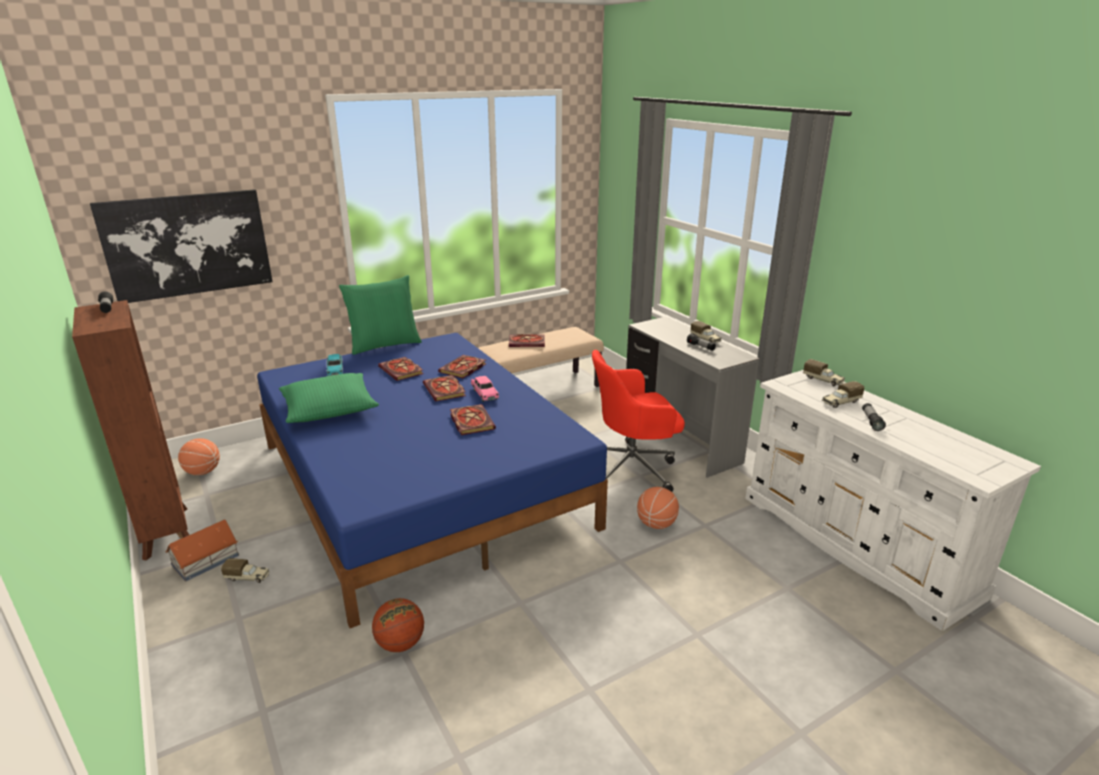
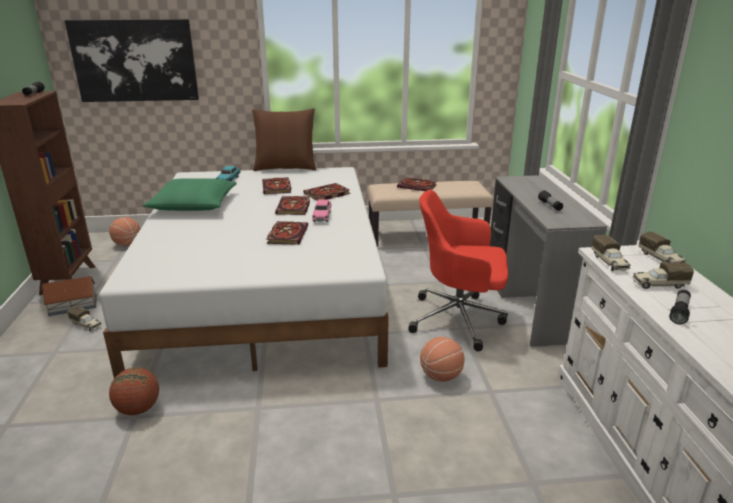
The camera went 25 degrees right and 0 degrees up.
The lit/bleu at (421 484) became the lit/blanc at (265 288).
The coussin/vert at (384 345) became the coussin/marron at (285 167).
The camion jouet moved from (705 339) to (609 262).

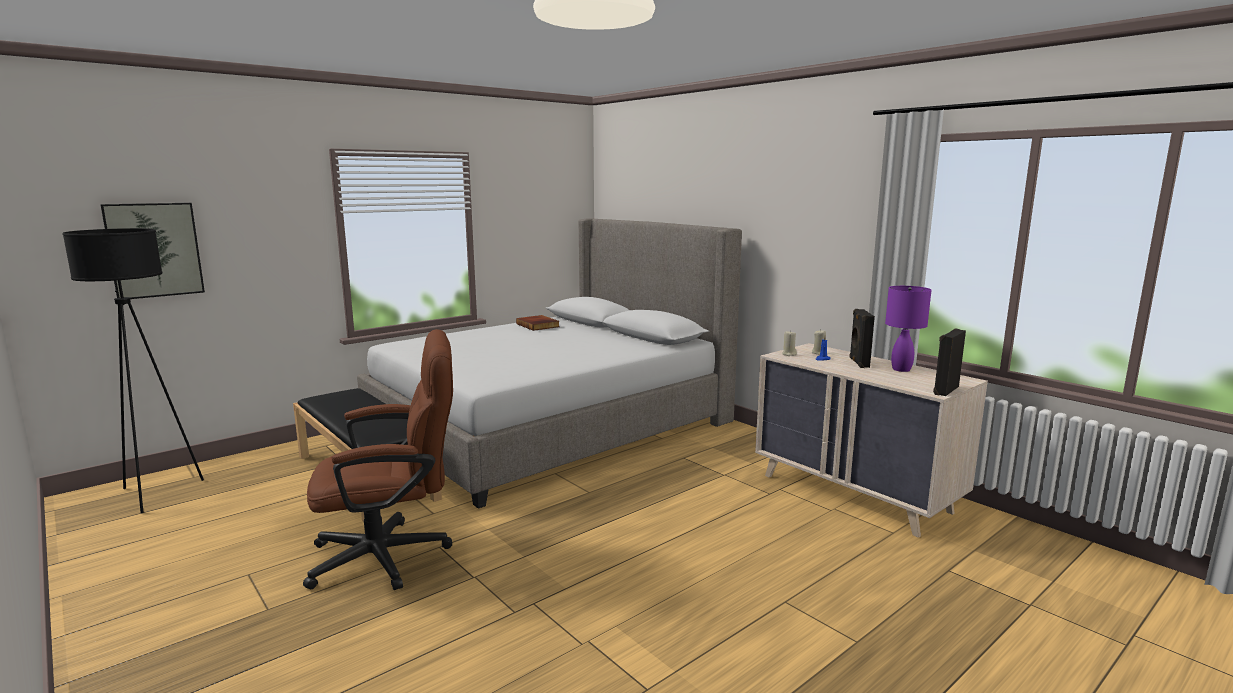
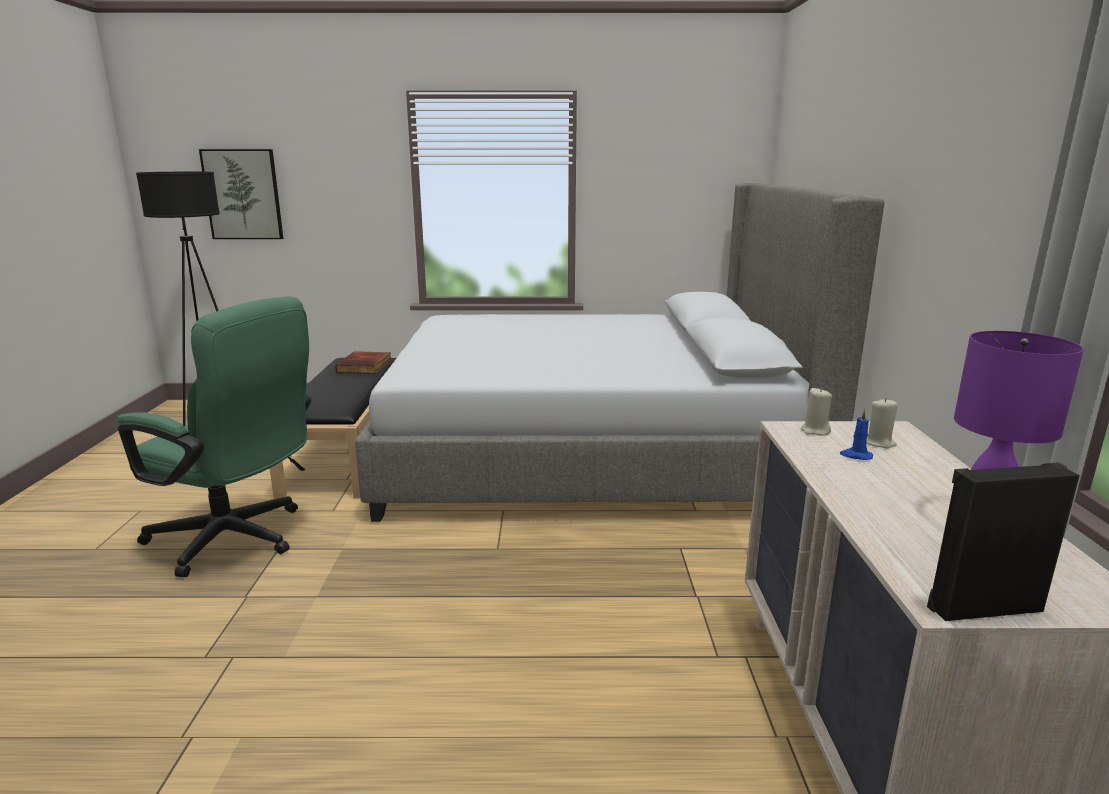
The camera went 40 degrees right and 5 degrees up.
The chaise de bureau/marron at (393 555) became the chaise de bureau/vert at (237 540).
The livre moved from (538 325) to (365 366).
The enceinte/noir at (858 363) disappeared.

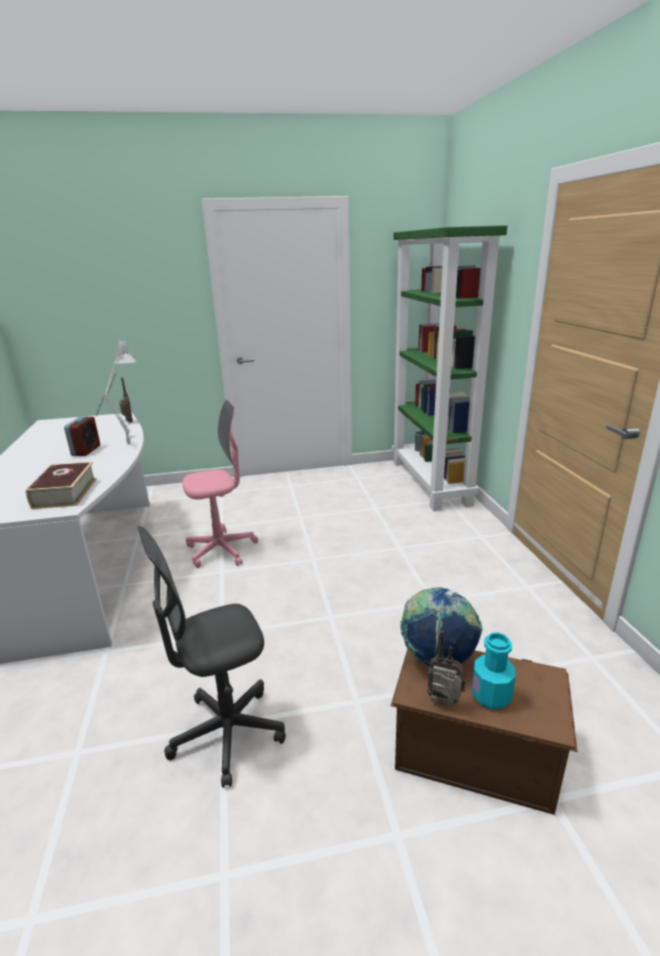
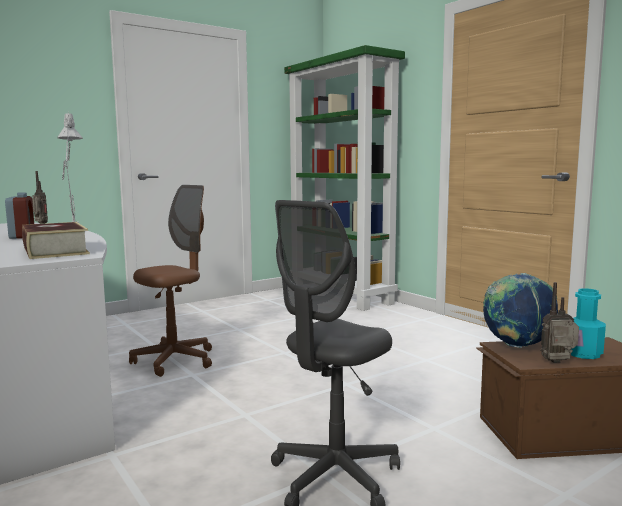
The camera went 25 degrees left and 15 degrees down.
The chaise de bureau/rose at (221 550) became the chaise de bureau/marron at (174 361).

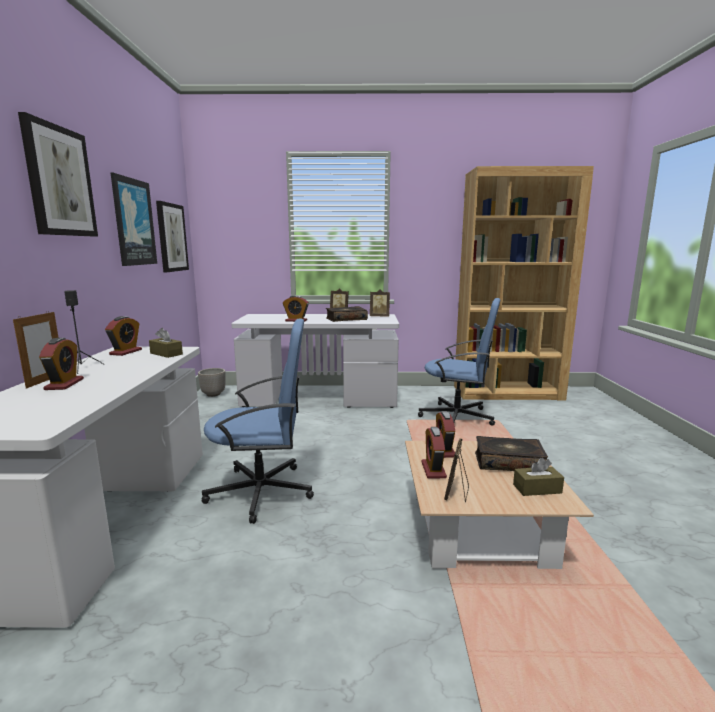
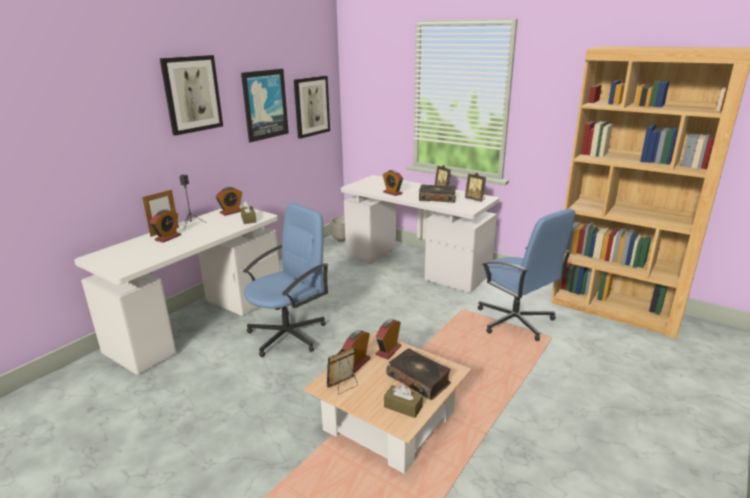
The camera went 35 degrees right and 10 degrees up.
The chaise de bureau/bleu at (262 491) turned 75 degrees counterclockwise.

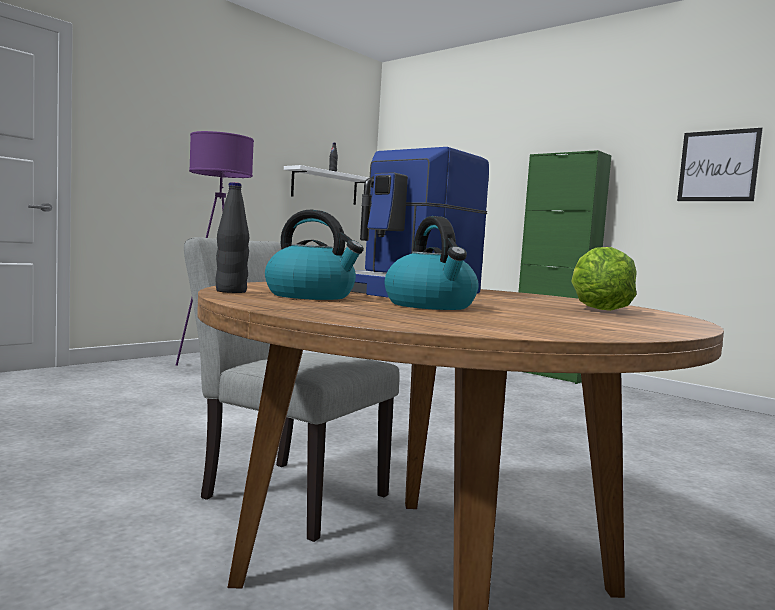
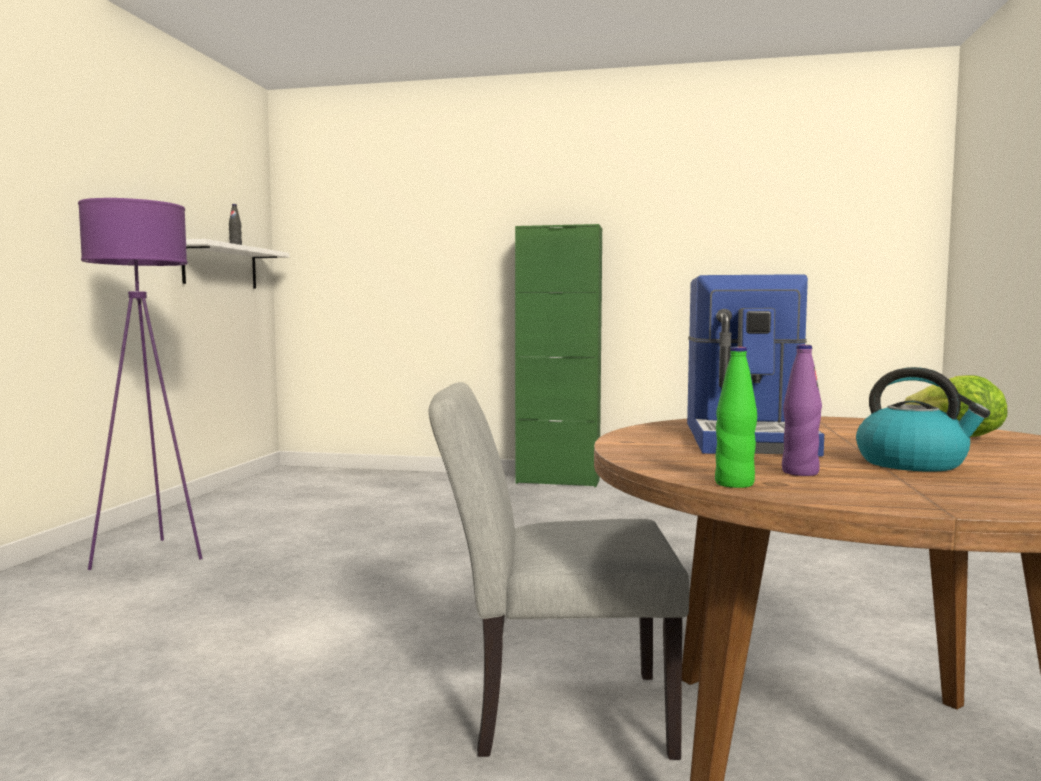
The camera went 30 degrees left and 0 degrees up.
The bouteille/noir at (231 291) became the bouteille/vert at (734 484).
The bouilloire at (311 296) was replaced by the bouteille/violet at (800 472).
The tableau at (718 166) disappeared.

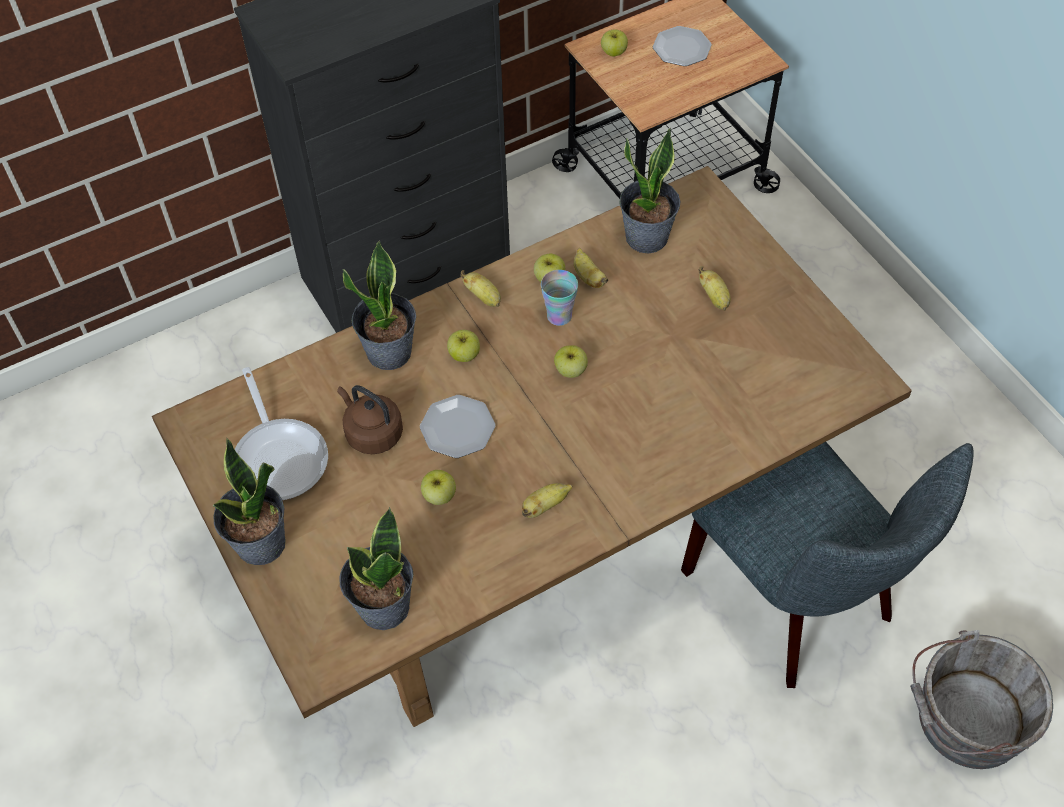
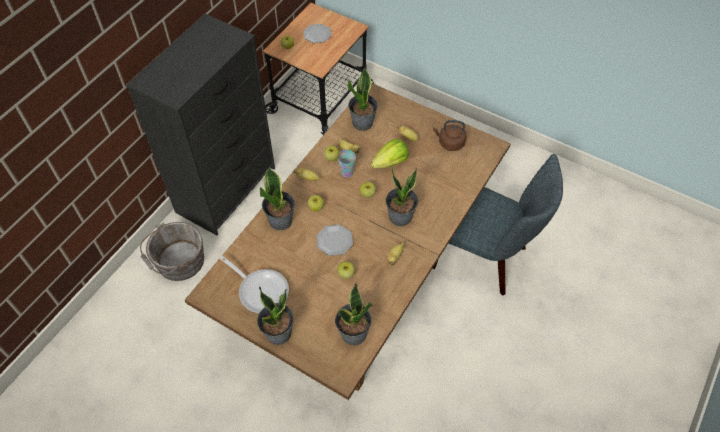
The camera went 30 degrees left and 0 degrees up.
The seau/gris moved from (964 719) to (177 262).
The laitue at (390 163) appeared.
The plante en pot at (400 217) appeared.
The bouilloire/marron moved from (372 433) to (450 143).

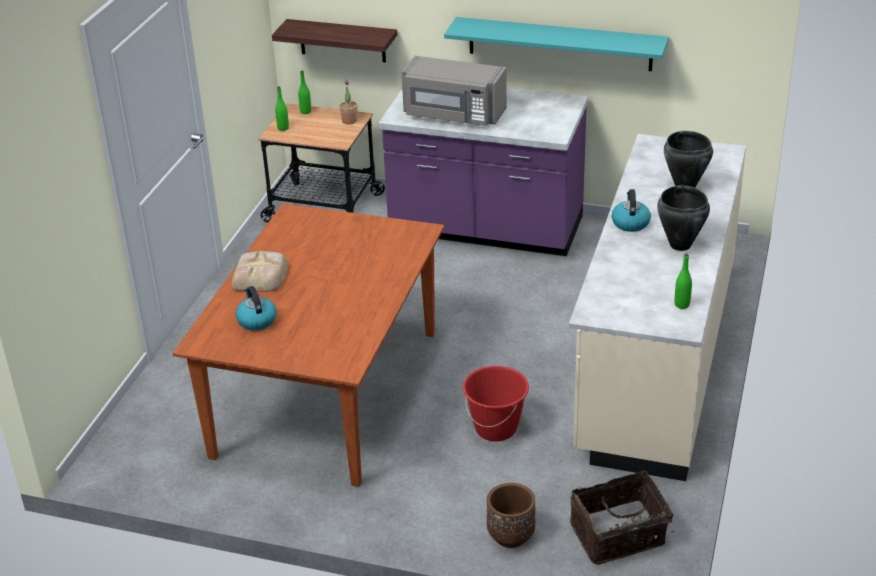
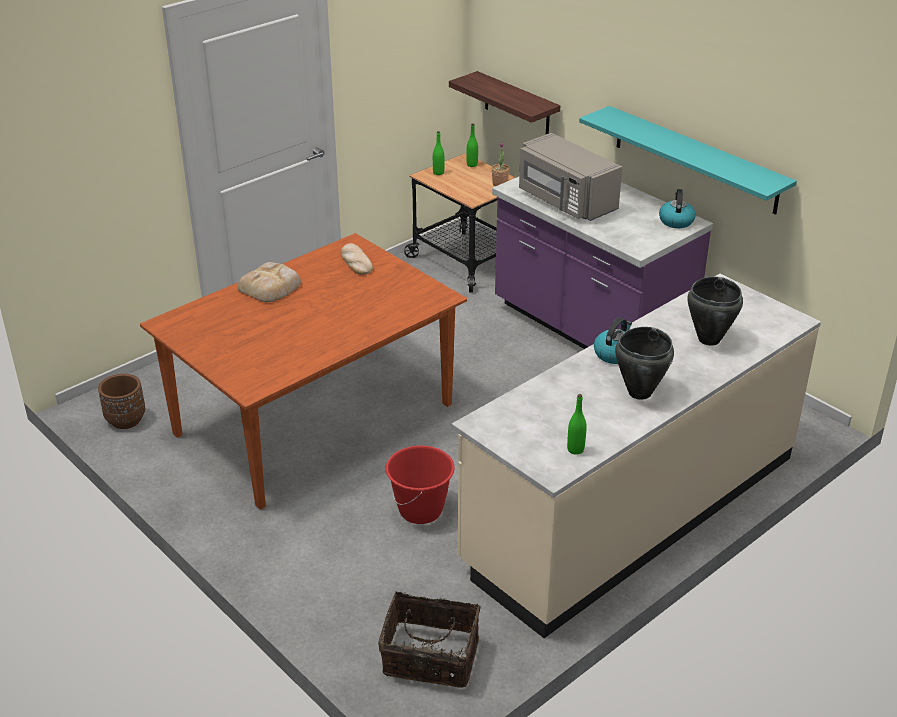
The camera went 30 degrees right and 0 degrees up.
The cache-pot/marron moved from (510 536) to (125 420).
The pain at (355 262) appeared.
The bouilloire moved from (256 320) to (676 221).

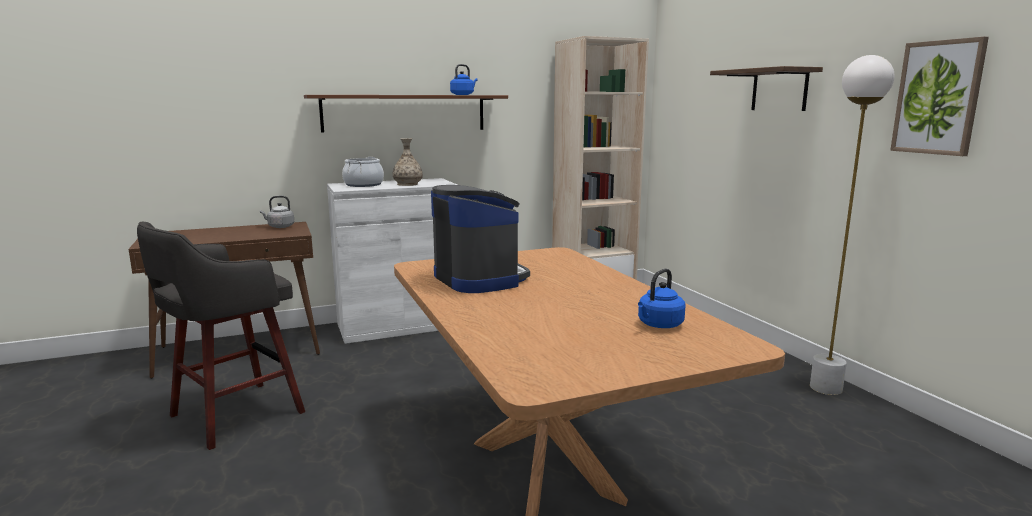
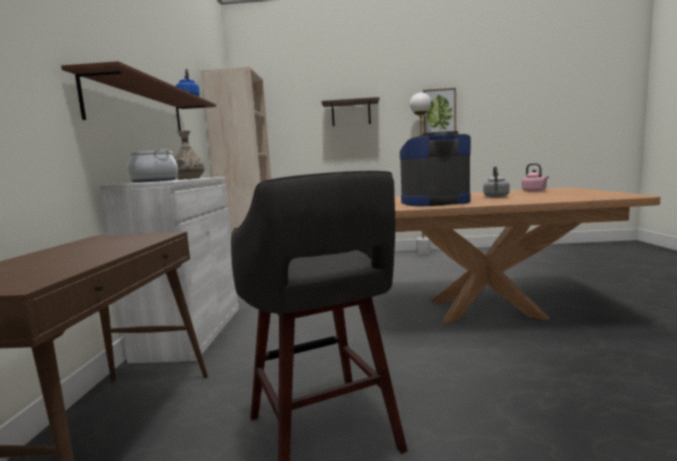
The camera went 65 degrees left and 5 degrees down.
The bouilloire/gris moved from (279 227) to (496 197).
The bouilloire/bleu at (659 325) became the bouilloire/rose at (535 191).

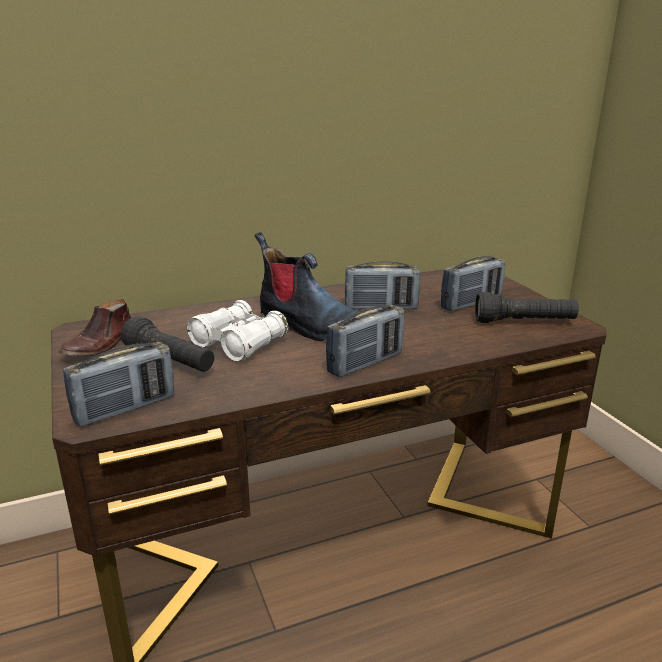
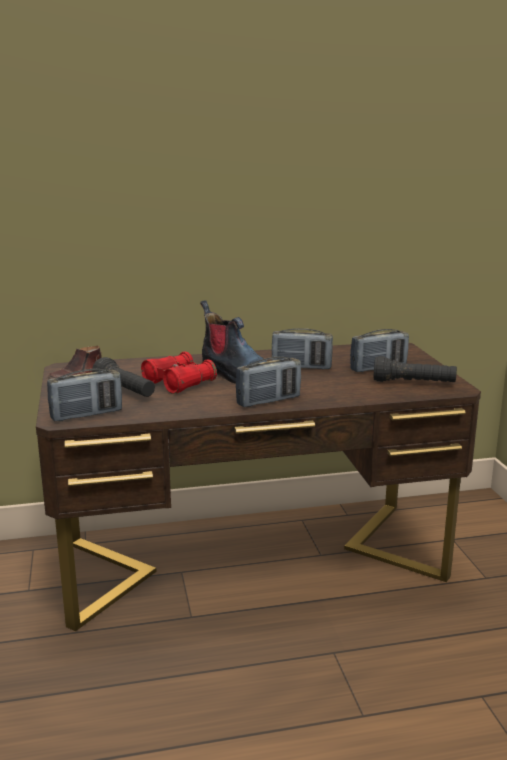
The camera went 10 degrees right and 5 degrees down.
The jumelles/blanc at (238 343) became the jumelles/rouge at (179 383).

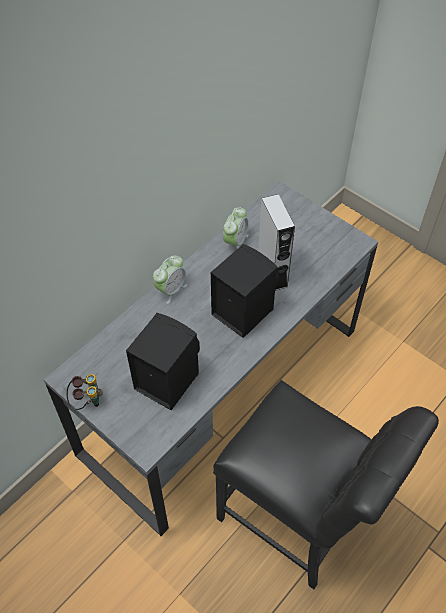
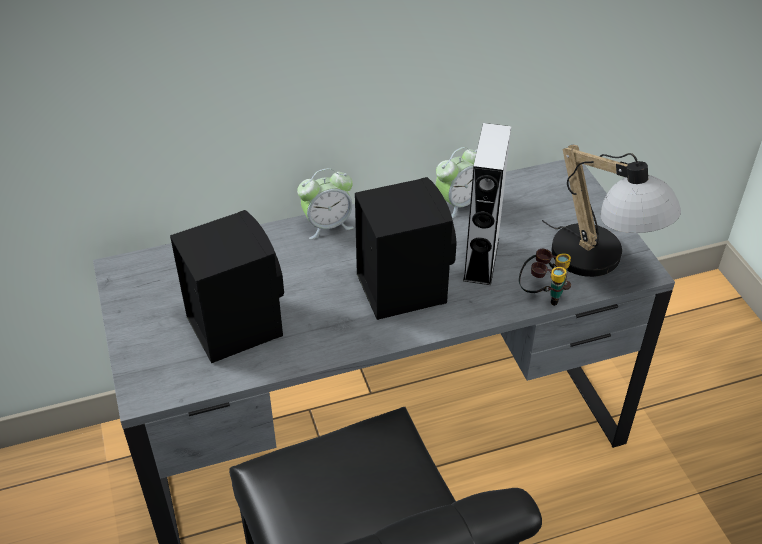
The camera went 30 degrees right and 10 degrees down.
The jumelles moved from (87 401) to (542 294).
The lampe de table at (601 263) appeared.

